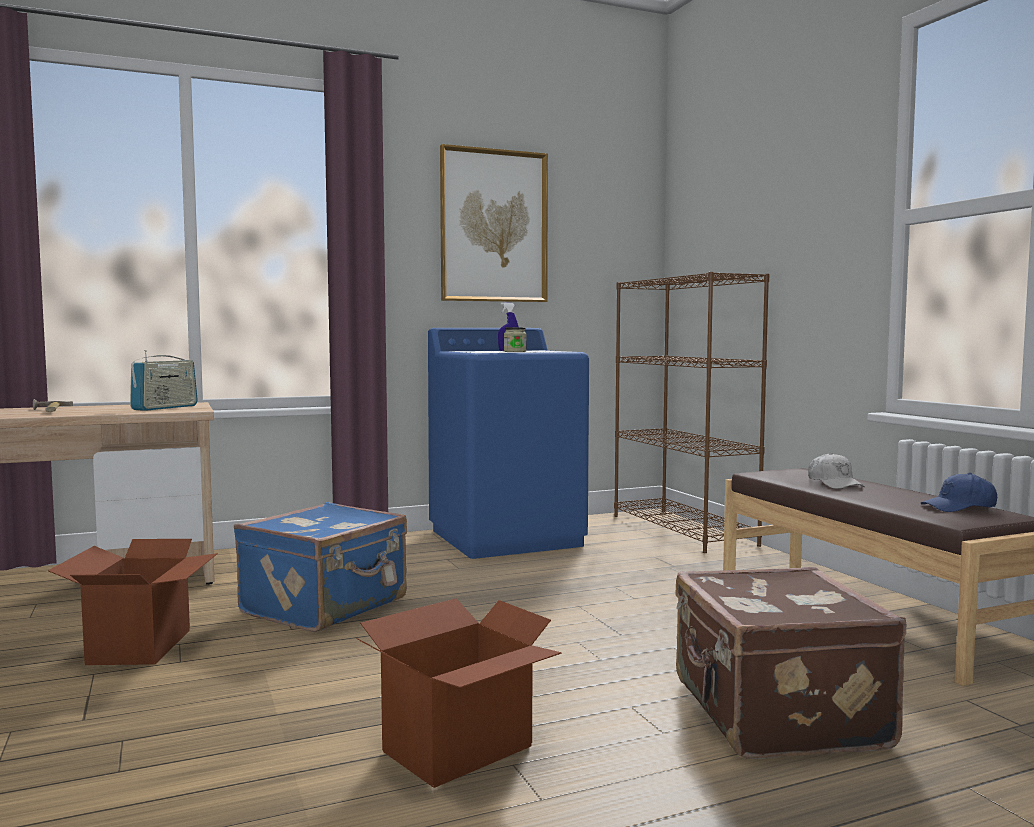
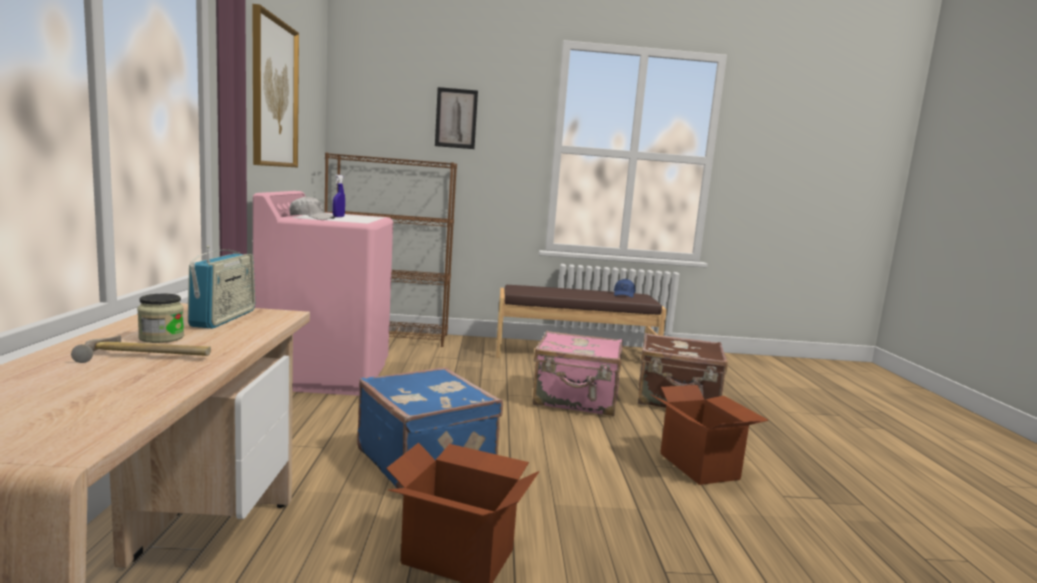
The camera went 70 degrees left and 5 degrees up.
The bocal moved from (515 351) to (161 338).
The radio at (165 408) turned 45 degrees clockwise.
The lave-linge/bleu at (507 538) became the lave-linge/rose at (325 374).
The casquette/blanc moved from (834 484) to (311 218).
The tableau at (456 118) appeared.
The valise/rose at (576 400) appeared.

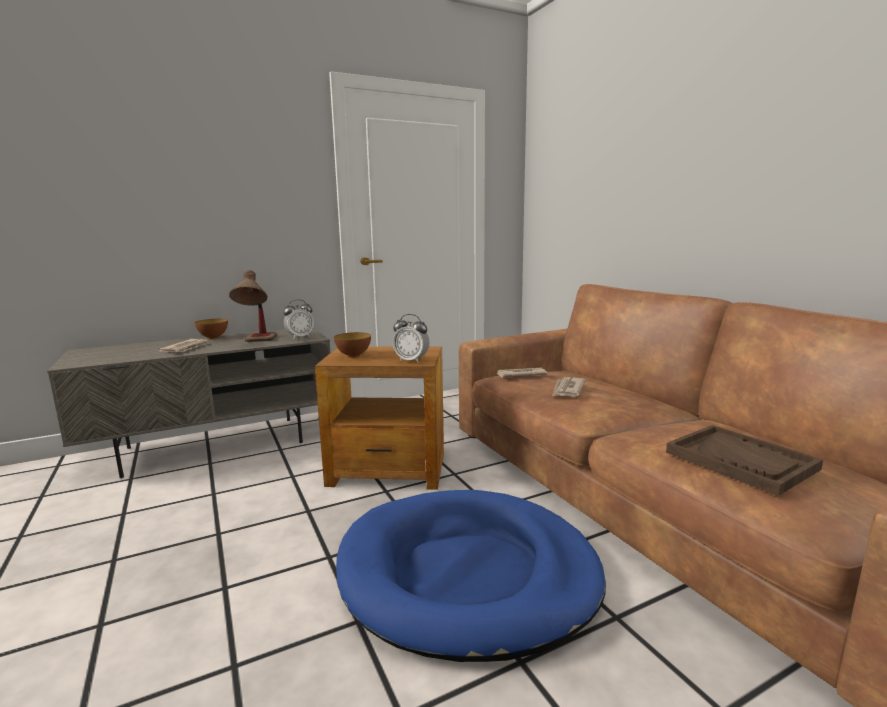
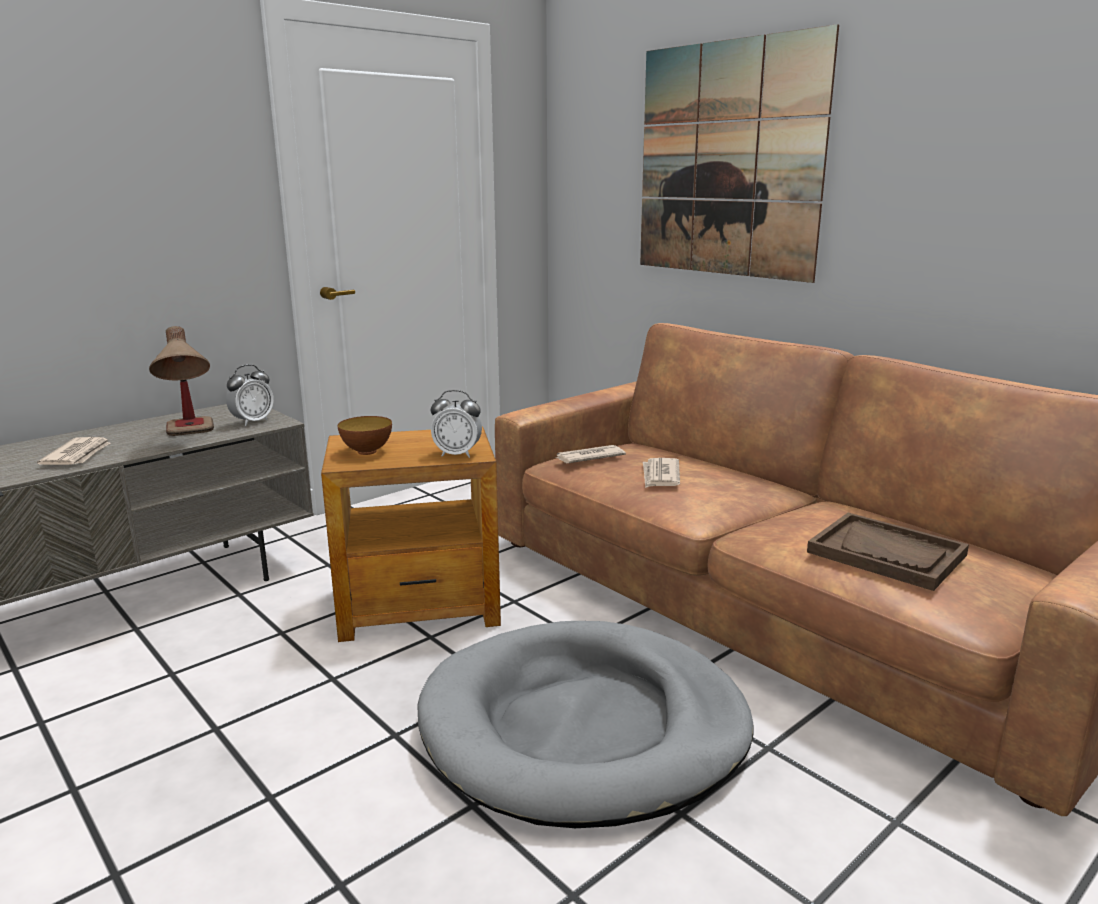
The camera went 15 degrees left and 5 degrees up.
The panier pour chien/bleu at (468 574) became the panier pour chien/gris at (584 728).
The tableau at (728 161) appeared.
The bol at (213 338) disappeared.

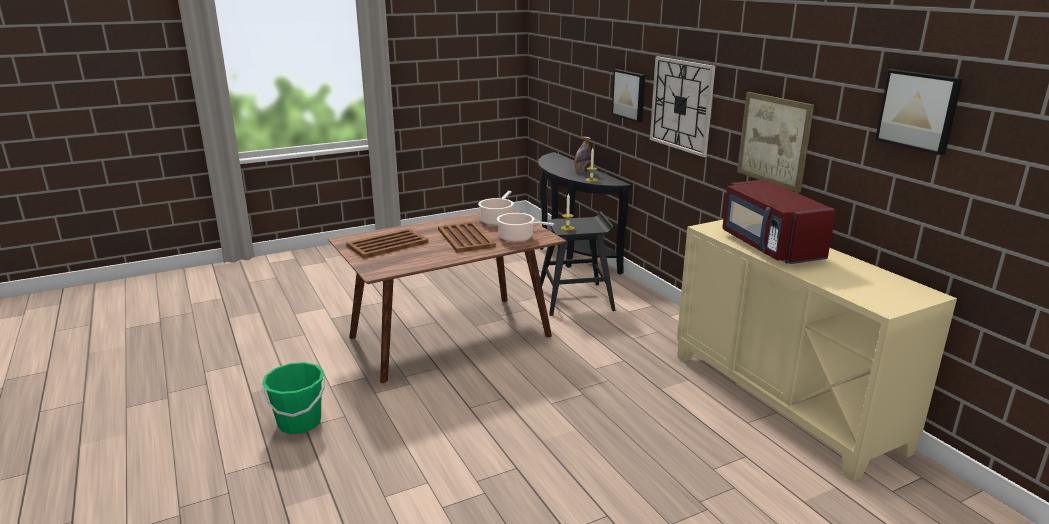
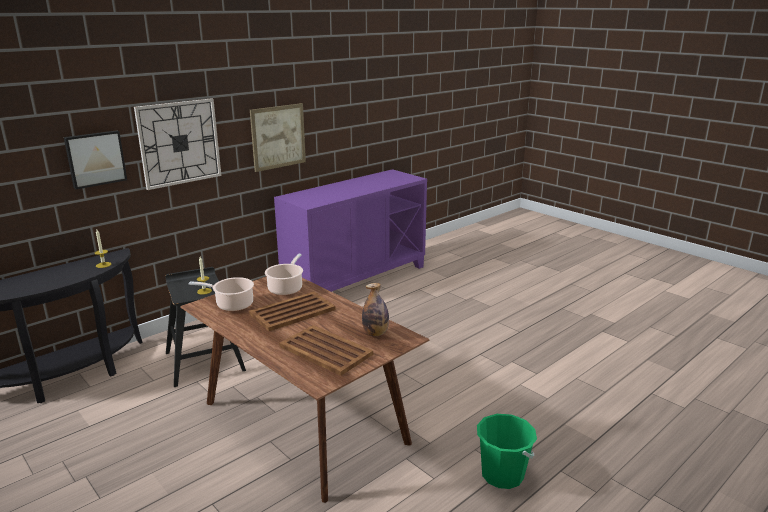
The camera went 105 degrees left and 0 degrees up.
The meuble de rangement/beige at (783 400) became the meuble de rangement/violet at (355 279).
The bouteille moved from (582 172) to (375 333).
The micro-ondes/rouge at (769 246) disappeared.
The tableau at (919 110) disappeared.

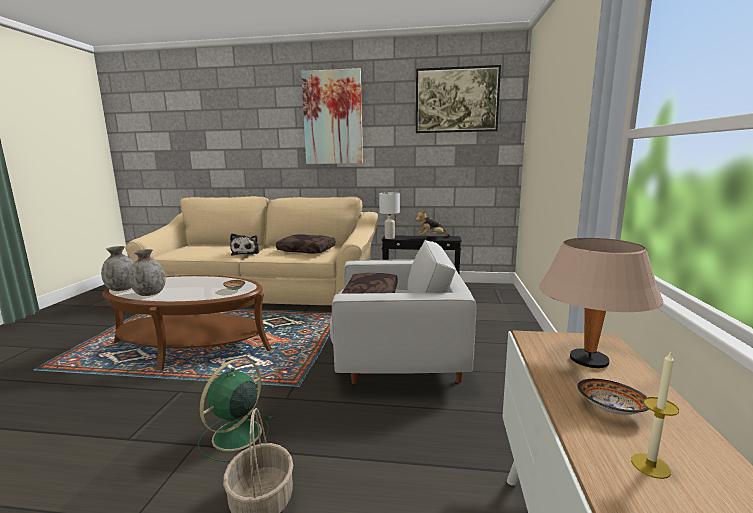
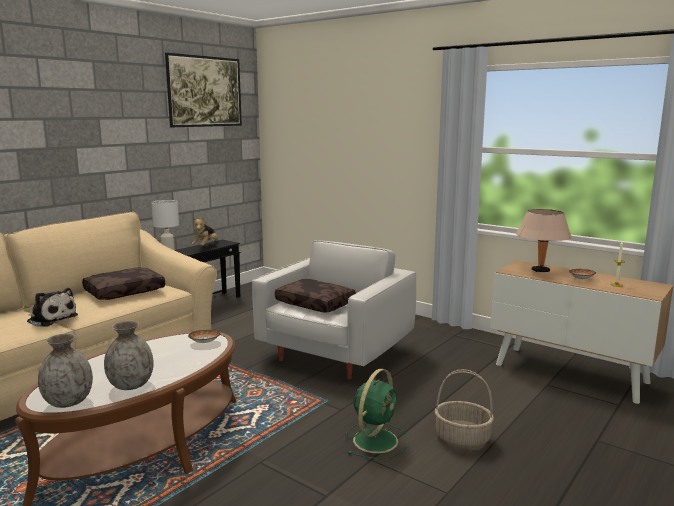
The camera went 60 degrees left and 0 degrees up.
The ventilateur/vert at (235 436) turned 120 degrees counterclockwise.
The tableau at (333 118) disappeared.

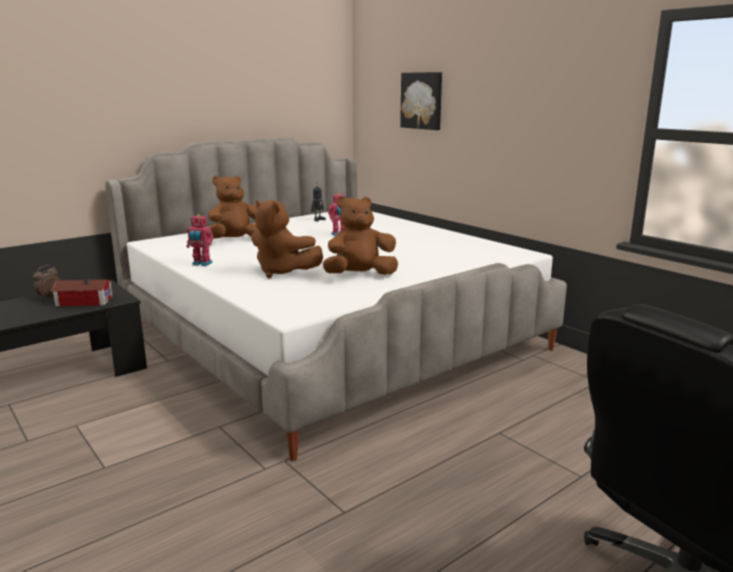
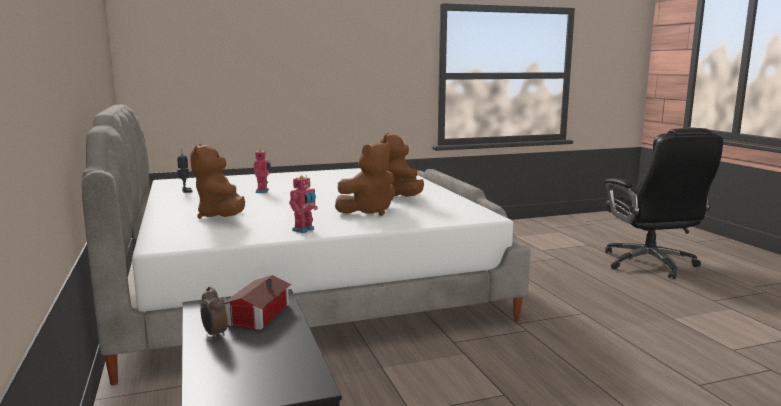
The camera went 70 degrees left and 5 degrees down.
The tableau at (422 100) disappeared.

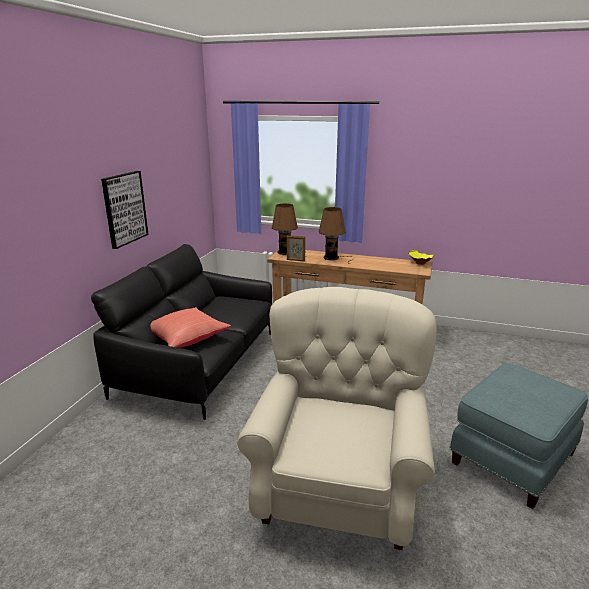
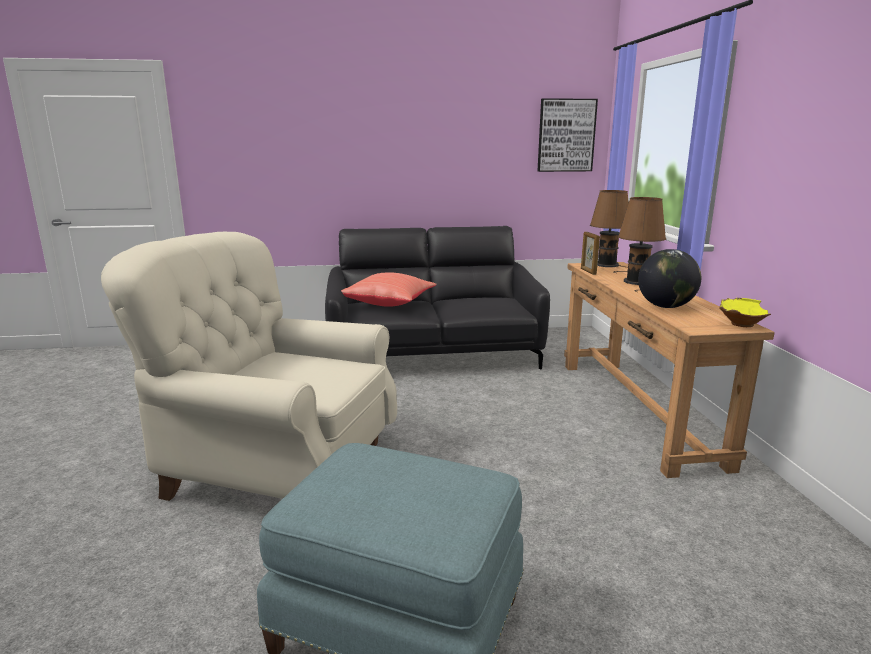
The camera went 65 degrees right and 5 degrees down.
The fauteuil/beige at (339 482) turned 150 degrees counterclockwise.
The tableau moved from (124 208) to (566 135).
The globe at (665 307) appeared.

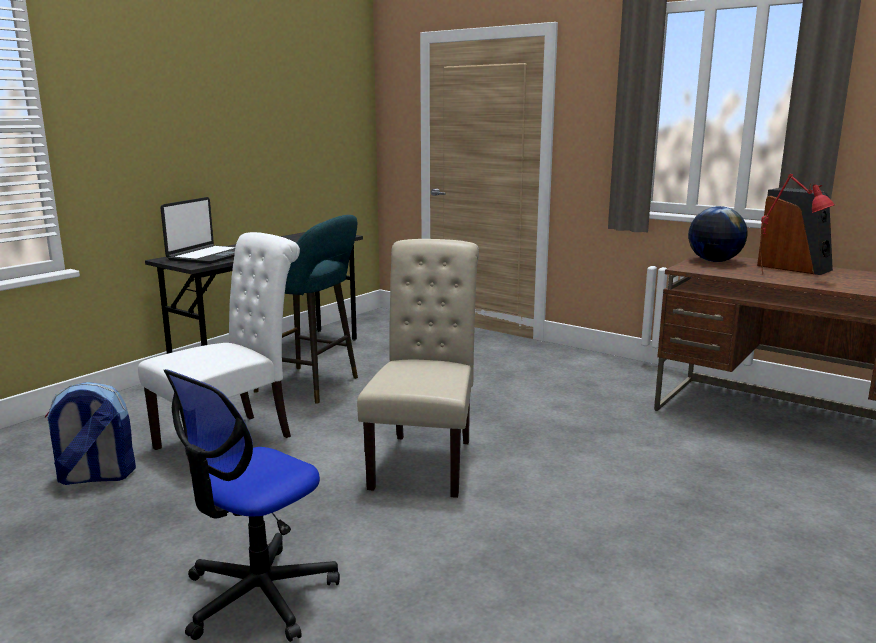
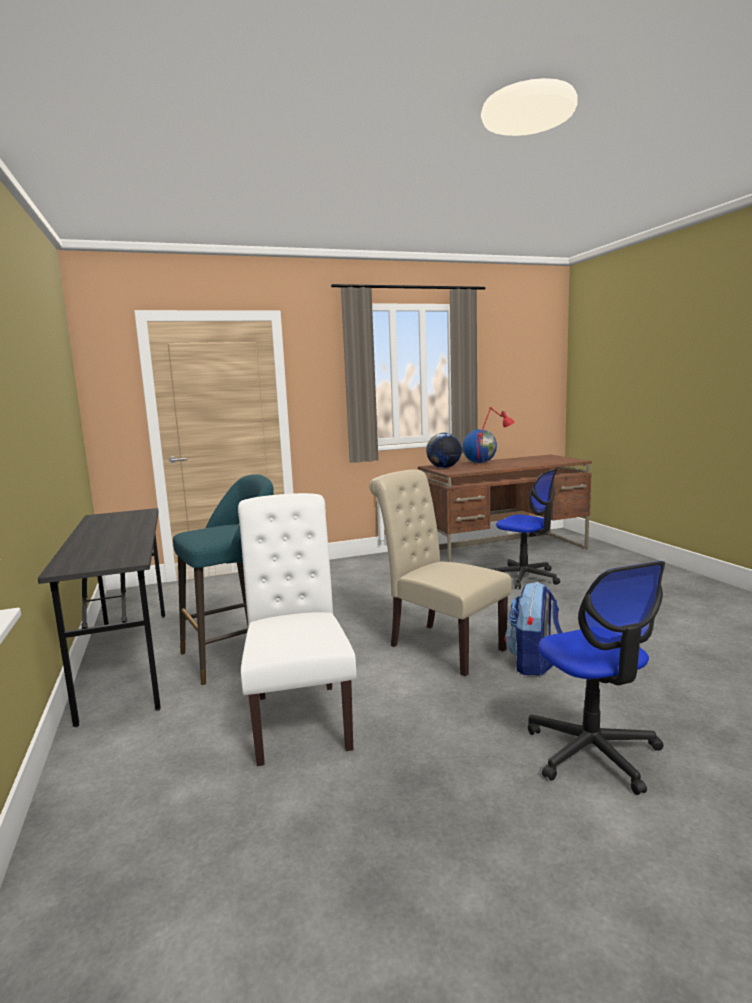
The camera went 55 degrees left and 5 degrees down.
The enceinte at (794 267) was replaced by the globe at (479 463).
The chaise de bureau at (525 577) appeared.
The sac à dos moved from (95 477) to (534 663).
The ordinateur portable at (210 256) disappeared.

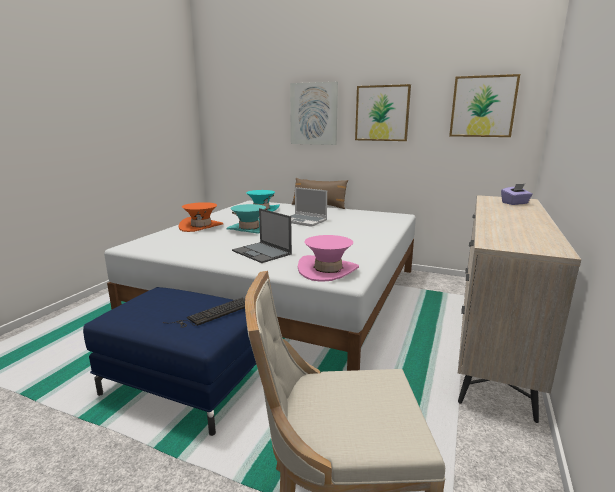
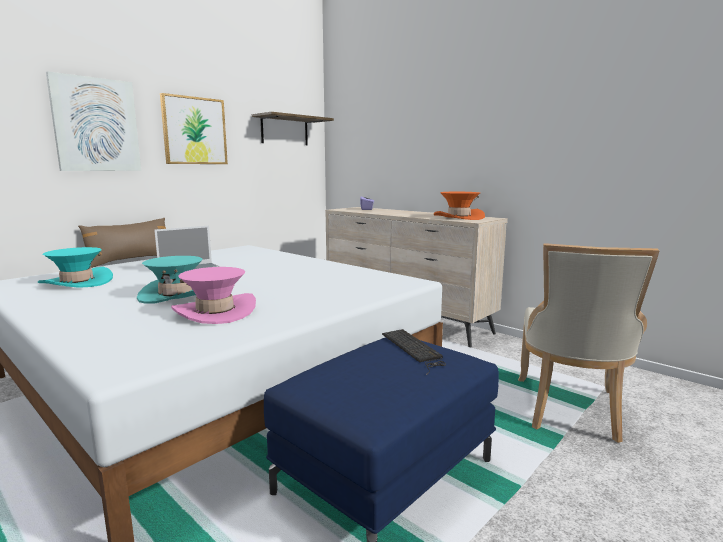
The camera went 70 degrees left and 5 degrees down.
The chapeau/rose moved from (328 270) to (215 312).
The tableau at (483 106) was replaced by the étagère at (284 131).
The chapeau/orange moved from (201 226) to (459 217).
The ordinateur portable at (262 252) disappeared.

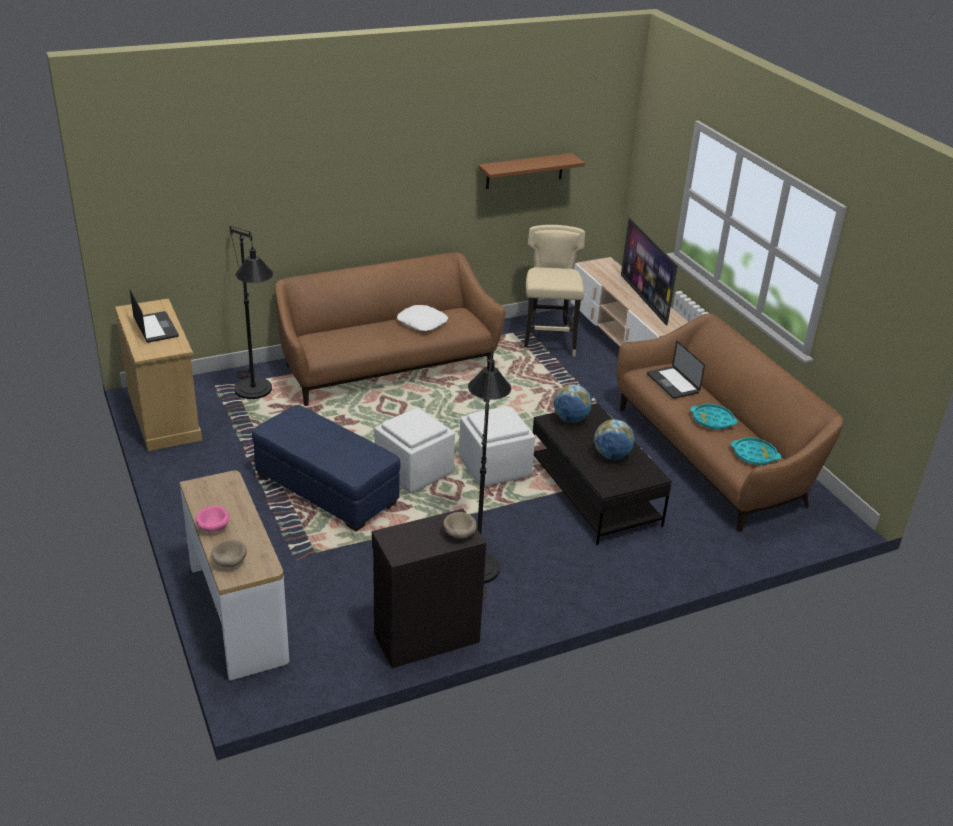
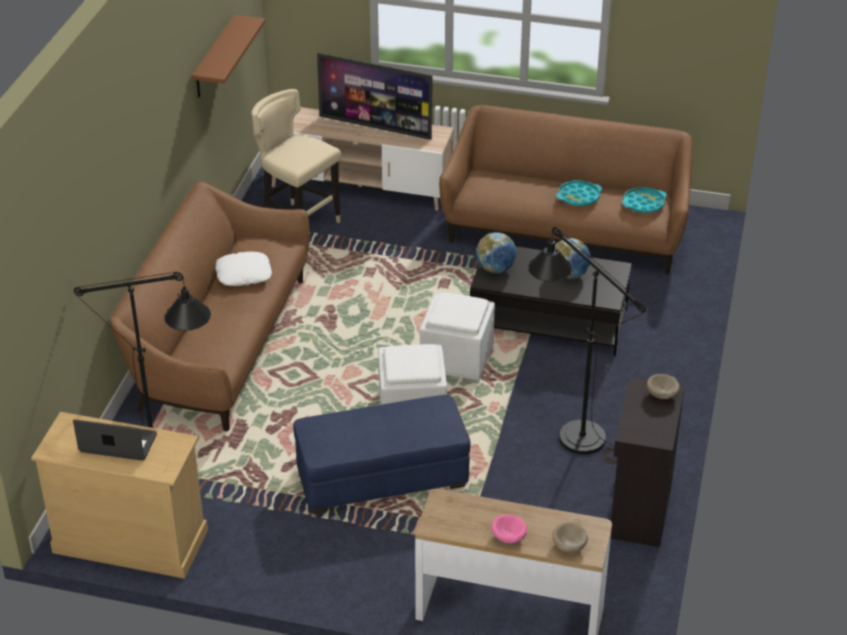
The camera went 50 degrees left and 5 degrees up.
The ordinateur portable at (672 383) disappeared.

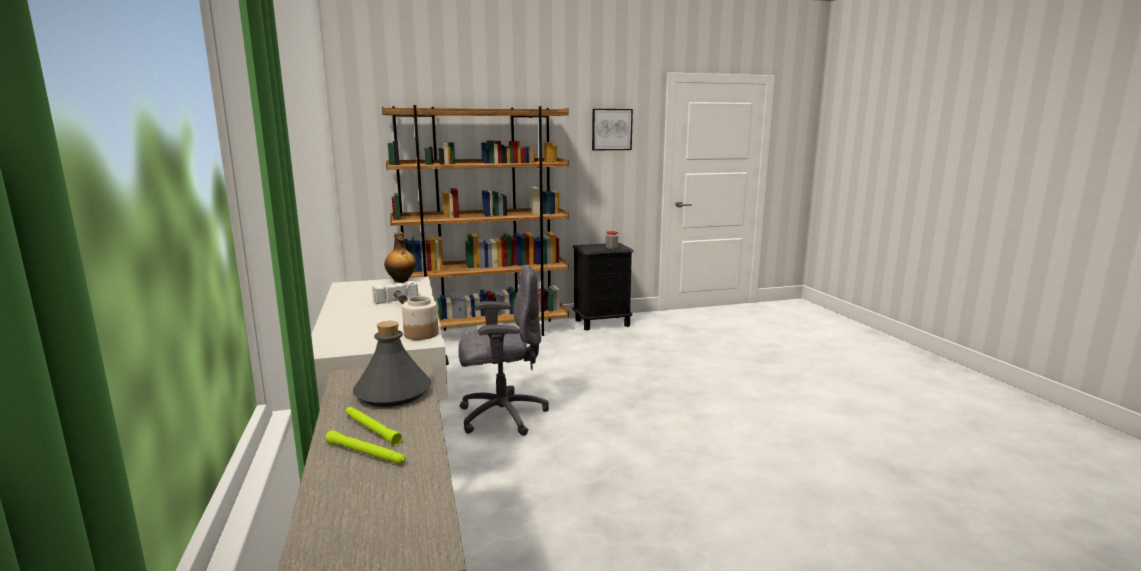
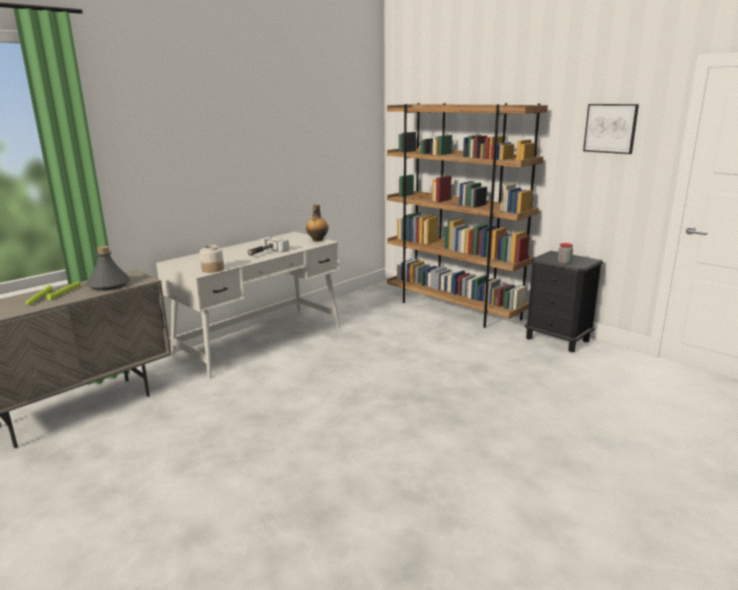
The camera went 60 degrees right and 5 degrees up.
The chaise de bureau/gris at (501 416) disappeared.

